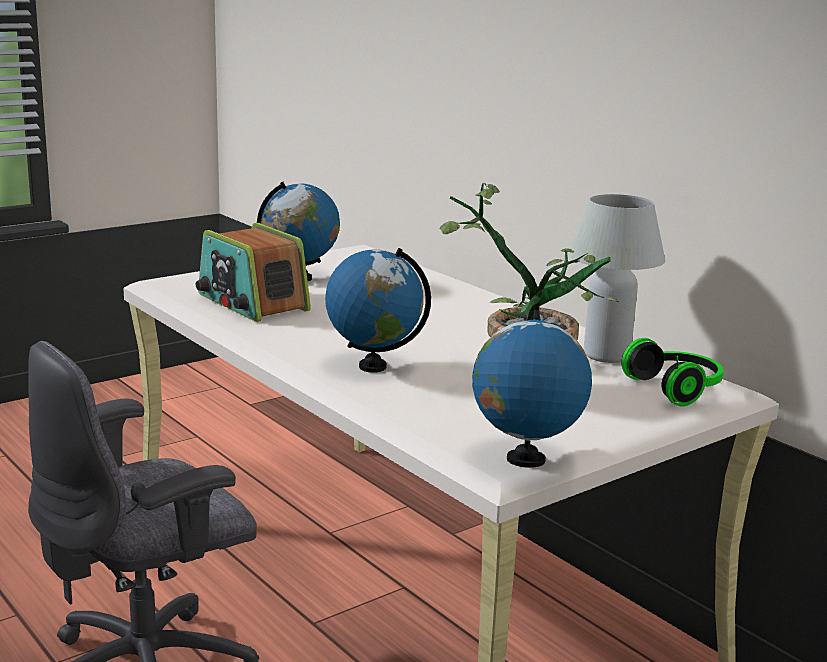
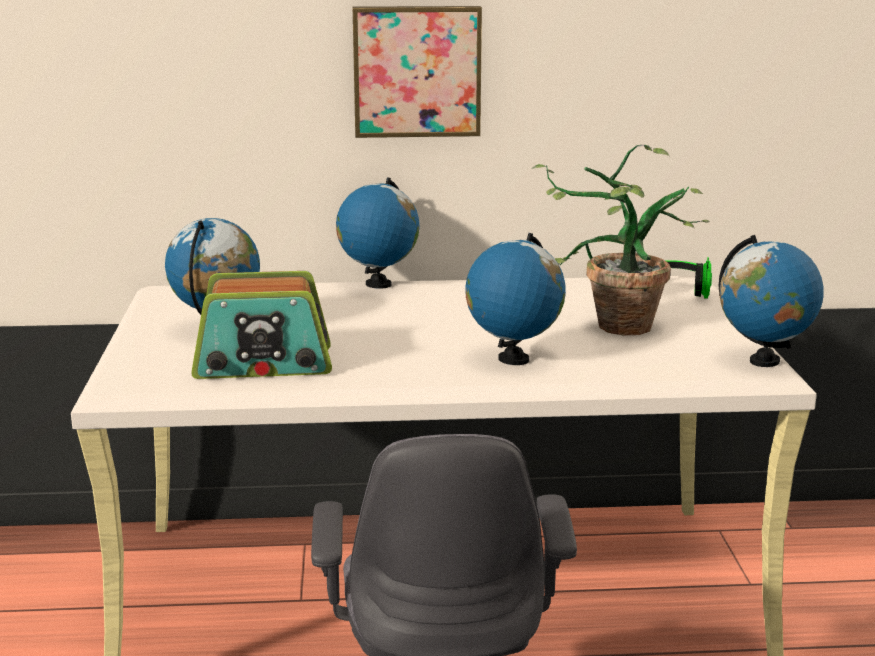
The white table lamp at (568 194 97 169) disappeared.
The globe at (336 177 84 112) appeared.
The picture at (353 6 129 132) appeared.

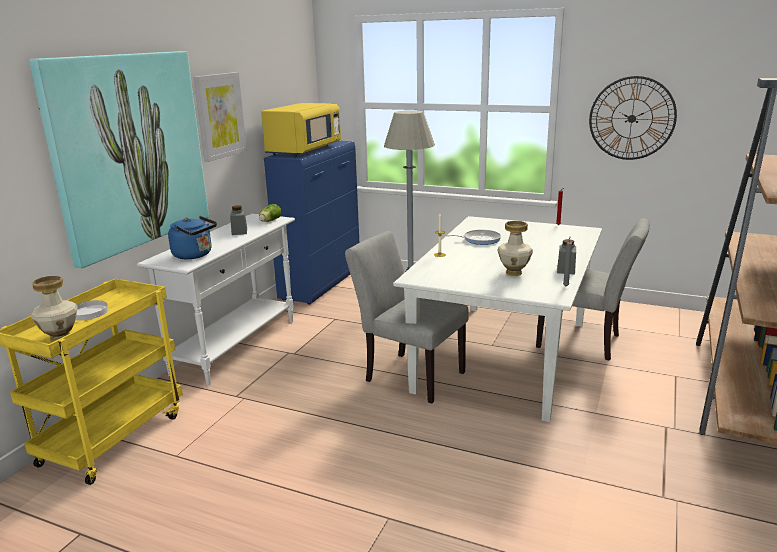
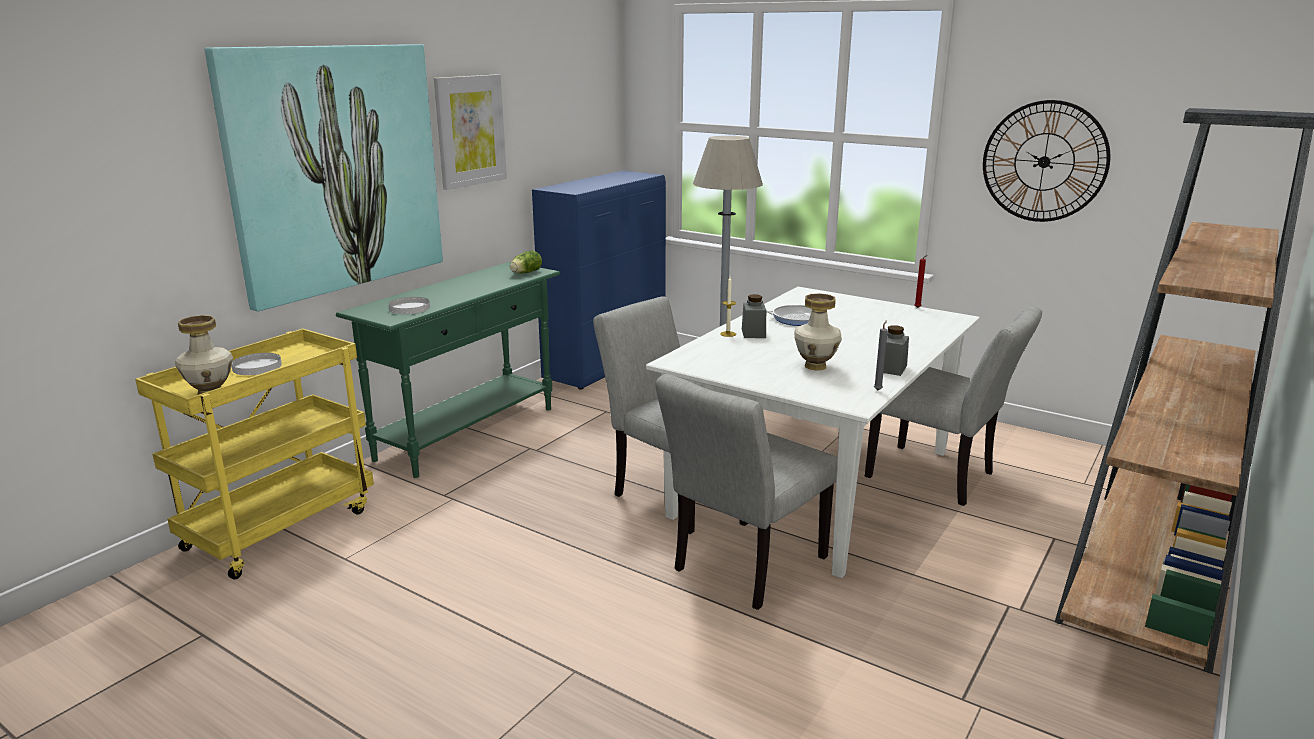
The yellow microwave at (261 103 80 54) disappeared.
The grey chair at (655 374 183 236) appeared.
The grey jar moved from (230 205 17 30) to (742 294 24 44).
The blue kettle at (168 216 49 43) was replaced by the white plate at (388 297 42 17).
The white console table at (137 214 158 172) became the green console table at (336 262 224 216).

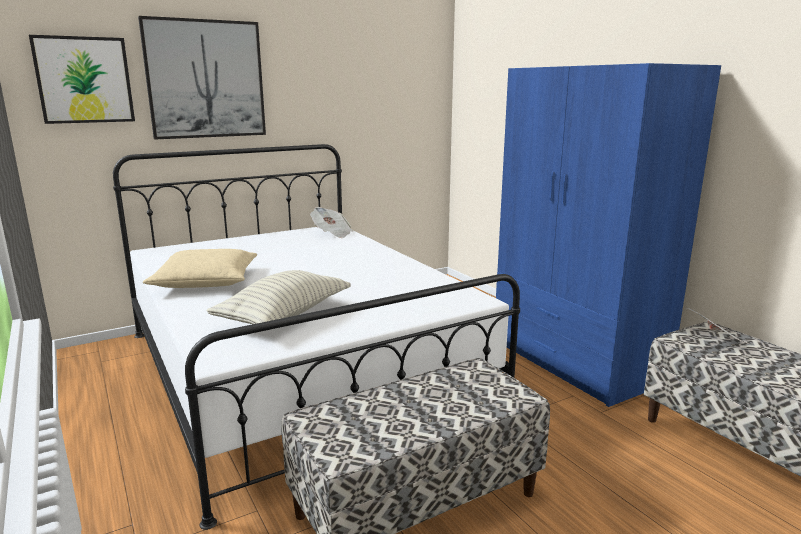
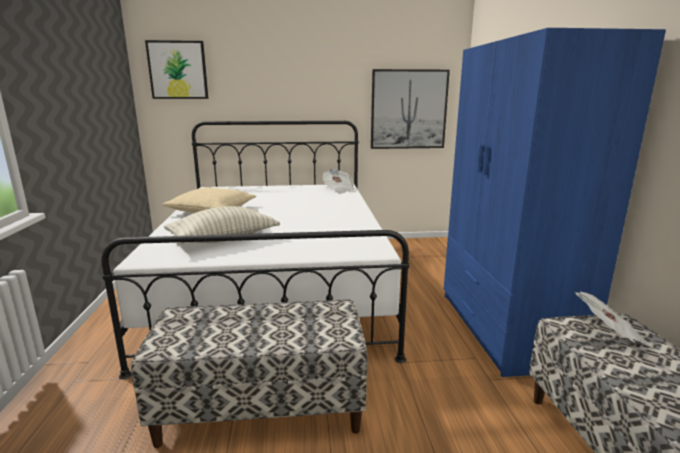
The picture moved from (138 16 128 123) to (371 69 79 80).

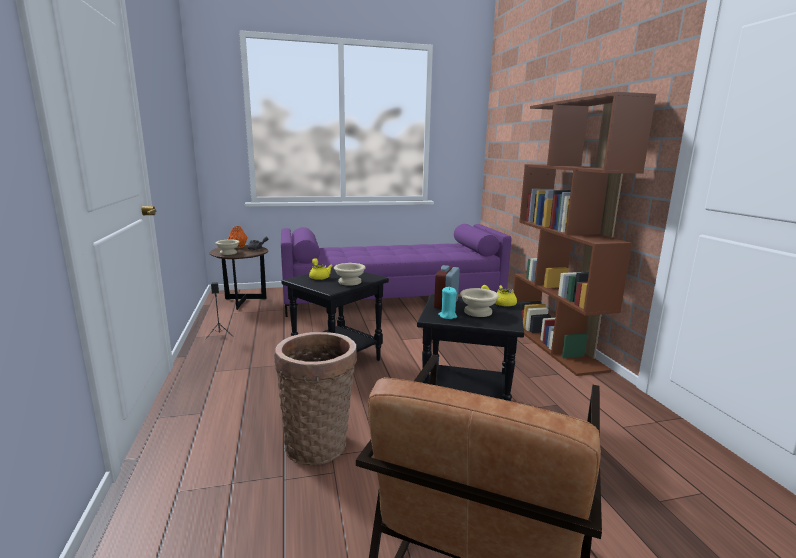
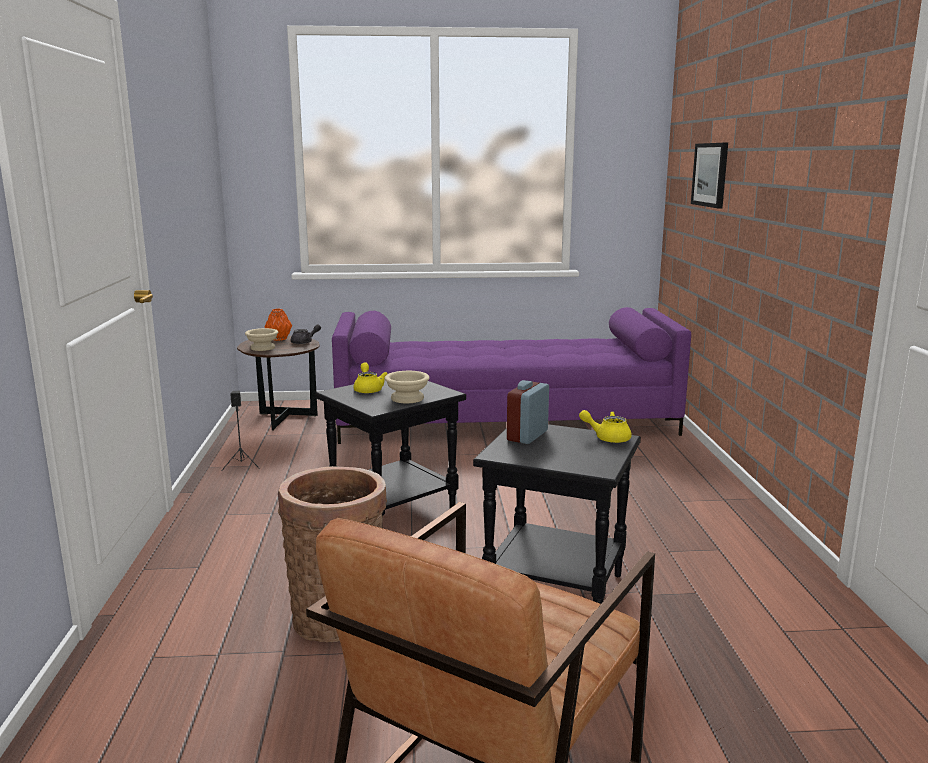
The turquoise candle at (438 287 19 32) disappeared.
The beige bowl at (460 288 39 29) disappeared.
The brown bookcase at (513 92 143 284) disappeared.
The picture at (691 143 37 65) appeared.

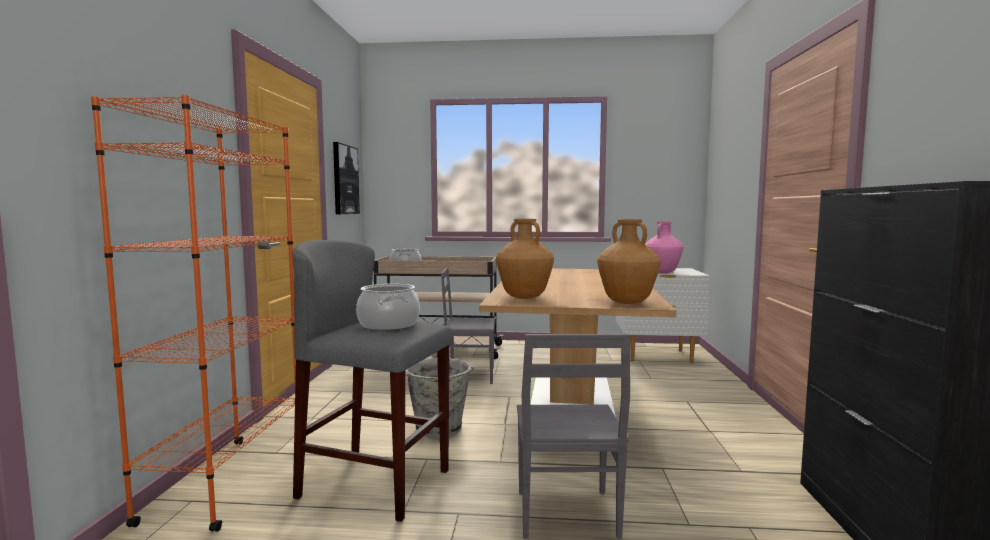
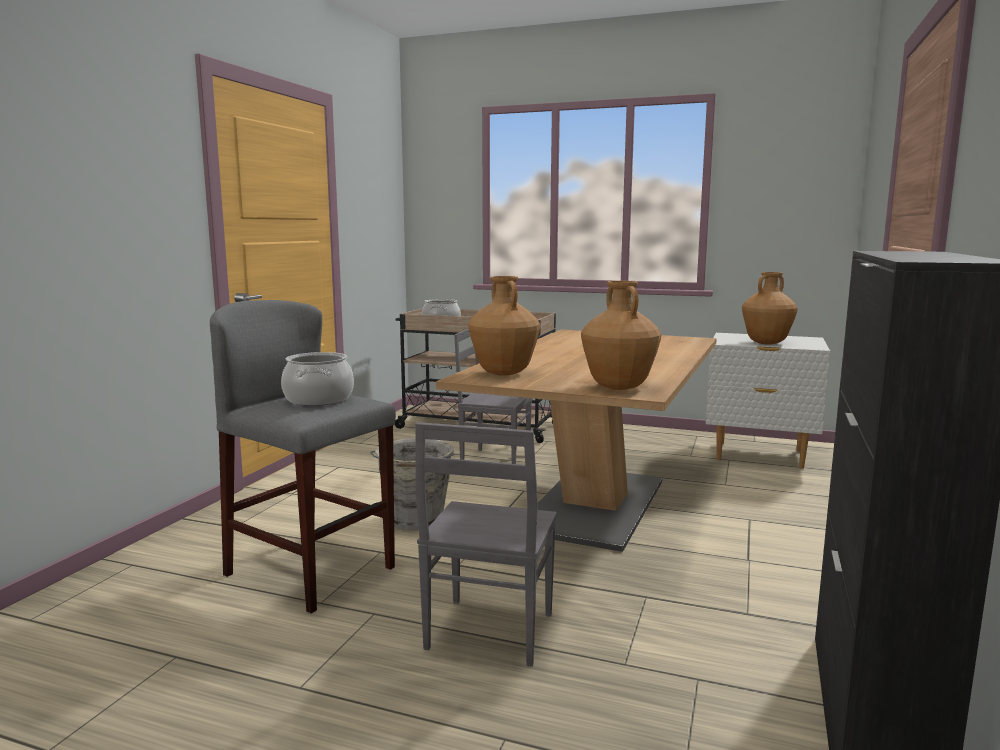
The orange bookcase at (91 95 205 437) disappeared.
The picture at (333 142 27 72) disappeared.
The pink vase at (645 221 39 52) became the brown vase at (742 272 56 73).

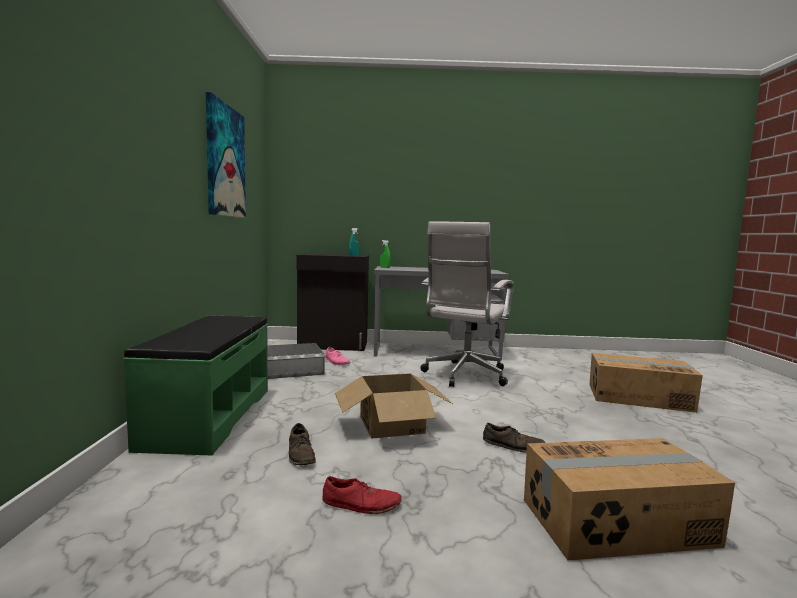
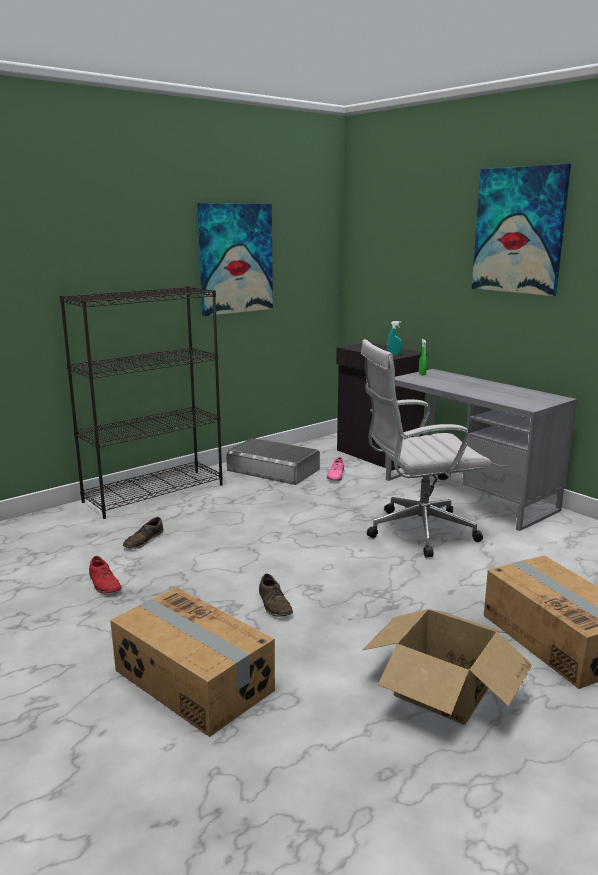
The picture at (472 164 99 132) appeared.
The cardboard box moved from (335 373 117 65) to (362 609 171 116).
The green bench at (123 316 145 139) was replaced by the black bookcase at (60 286 163 233).

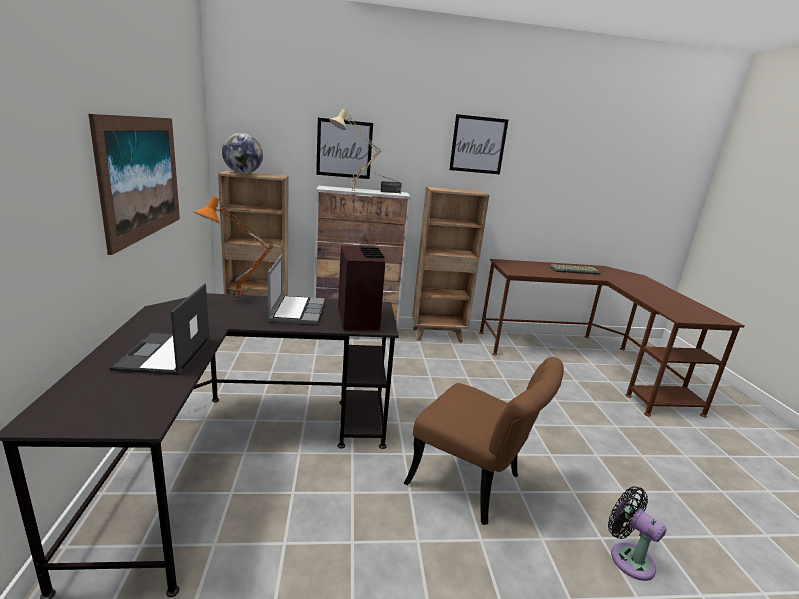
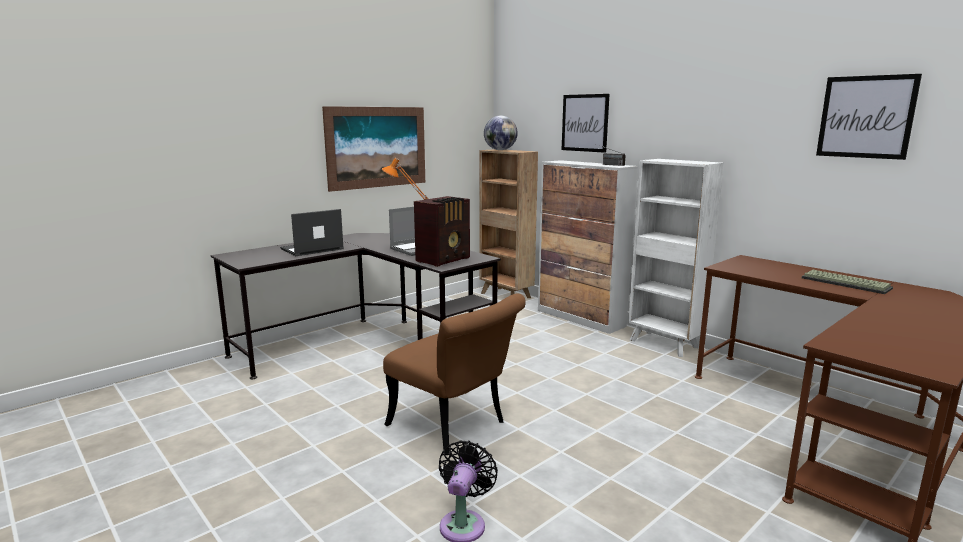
The beige table lamp at (330 109 52 82) disappeared.
The picture moved from (449 114 59 60) to (816 74 106 86).
The brown bookcase at (412 187 77 156) became the white bookcase at (628 159 96 198).
The brown chair at (404 357 160 168) turned 45 degrees counterclockwise.

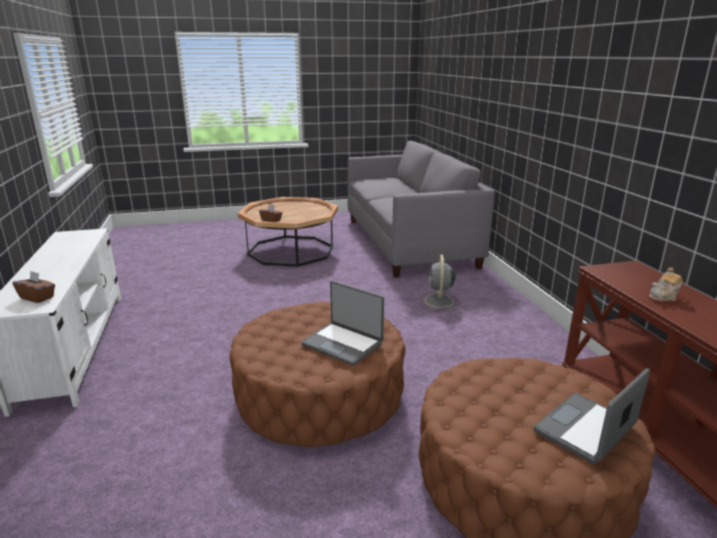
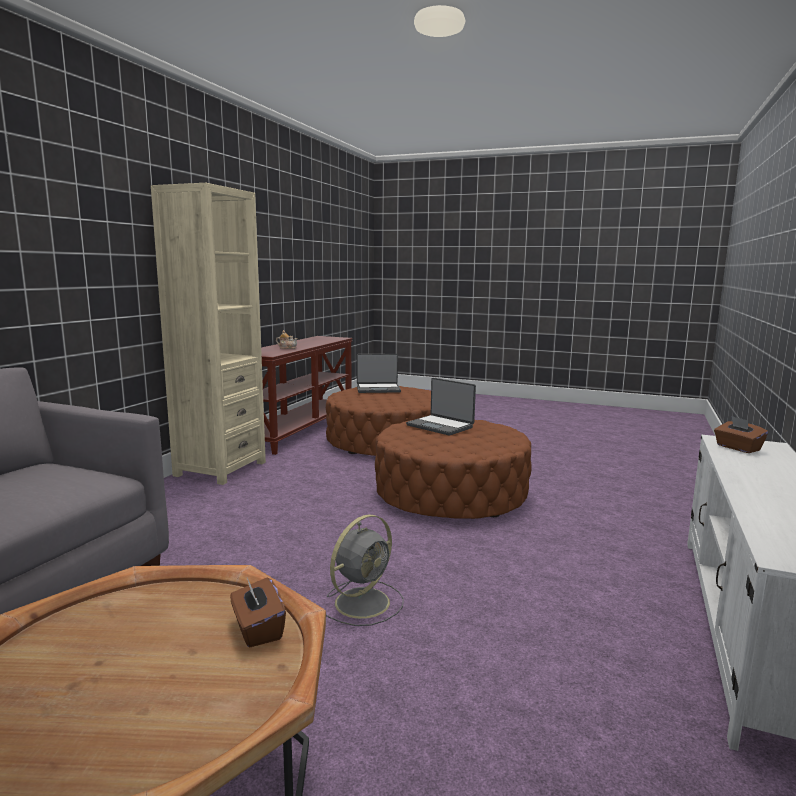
The beige bookcase at (151 183 115 302) appeared.
The grey fan moved from (418 255 43 57) to (326 514 78 112).
The laptop at (301 281 83 85) turned 150 degrees clockwise.

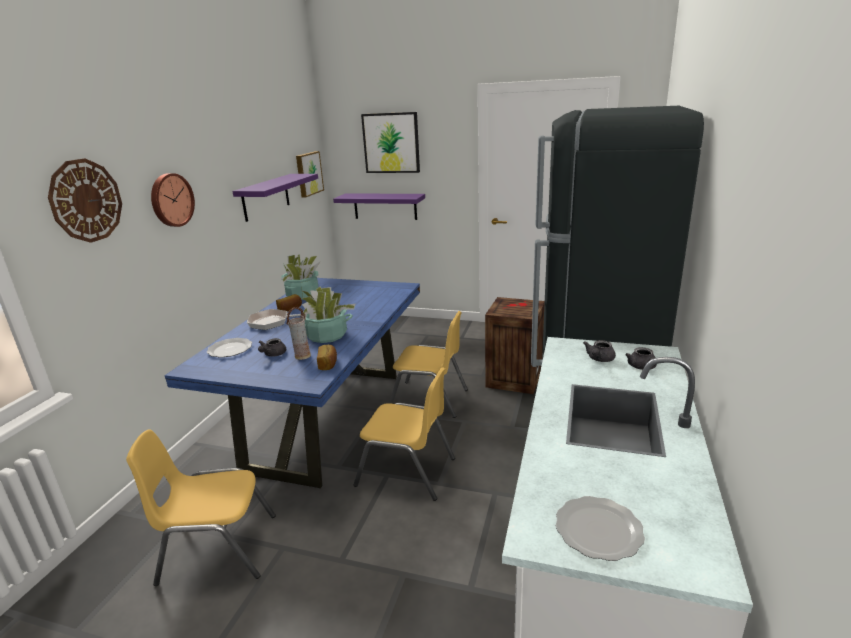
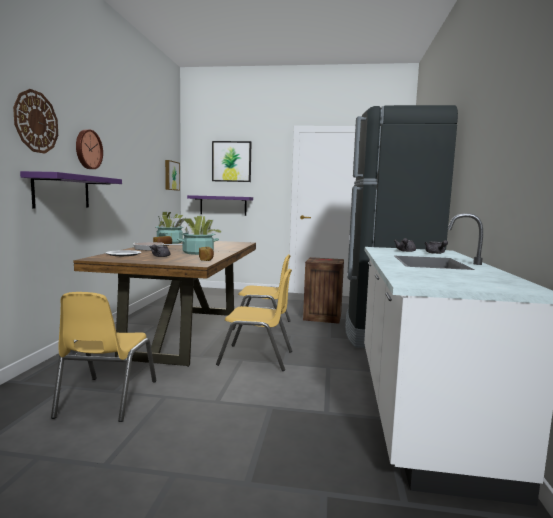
The vase at (287 307 24 53) disappeared.
The plate at (556 496 89 65) disappeared.
The purple shelf moved from (232 174 86 48) to (20 171 102 38).
The blue dining table at (164 278 256 210) became the brown dining table at (73 241 183 126).
The yellow chair at (126 429 150 157) turned 75 degrees counterclockwise.

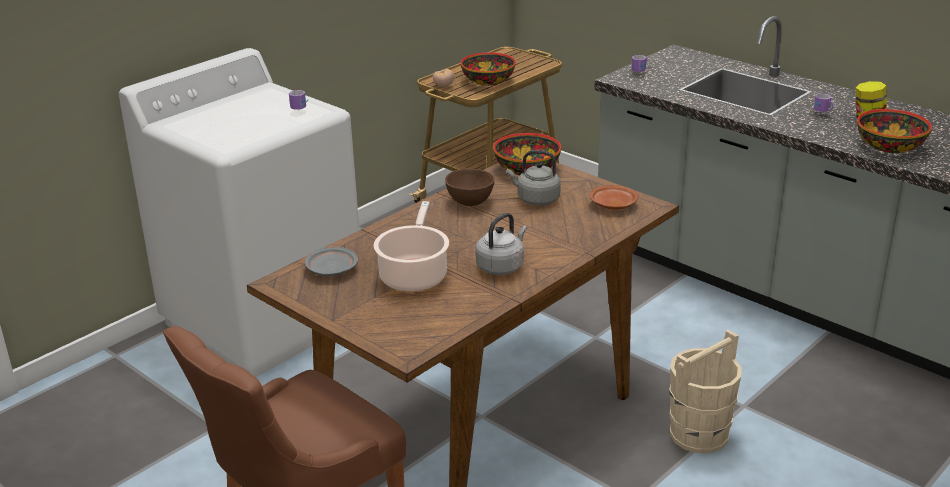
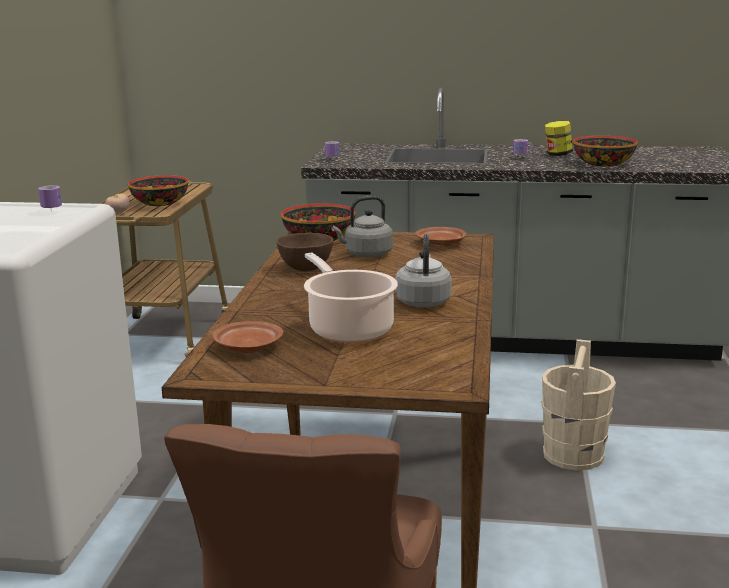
The grey plate at (305 247 53 29) became the brown plate at (212 321 72 32).

